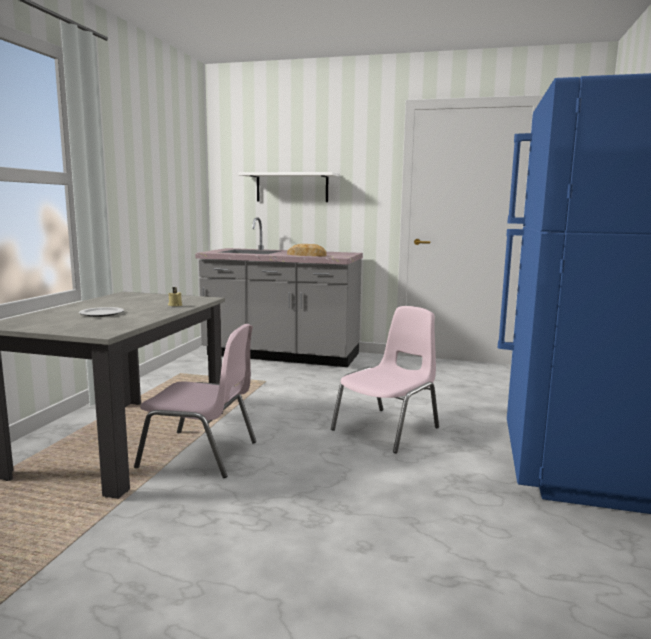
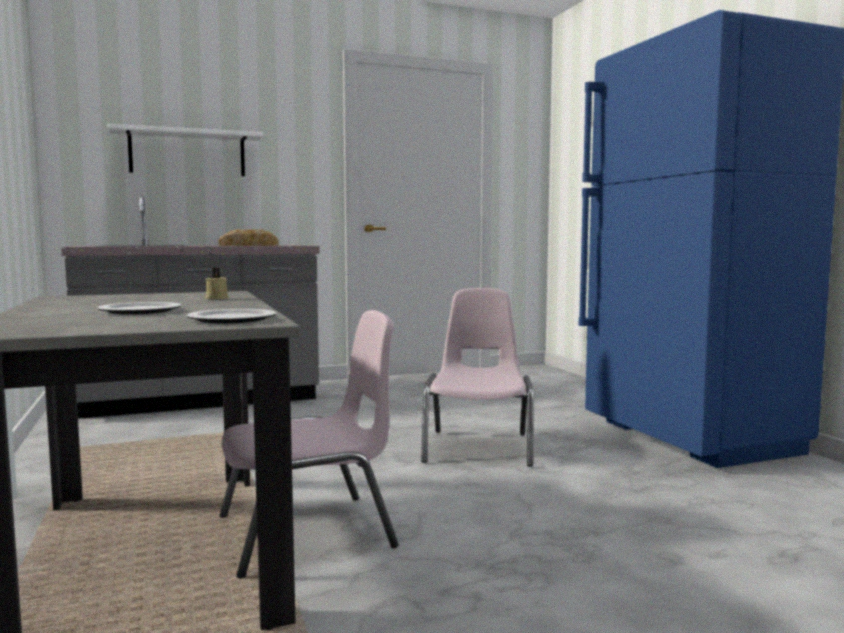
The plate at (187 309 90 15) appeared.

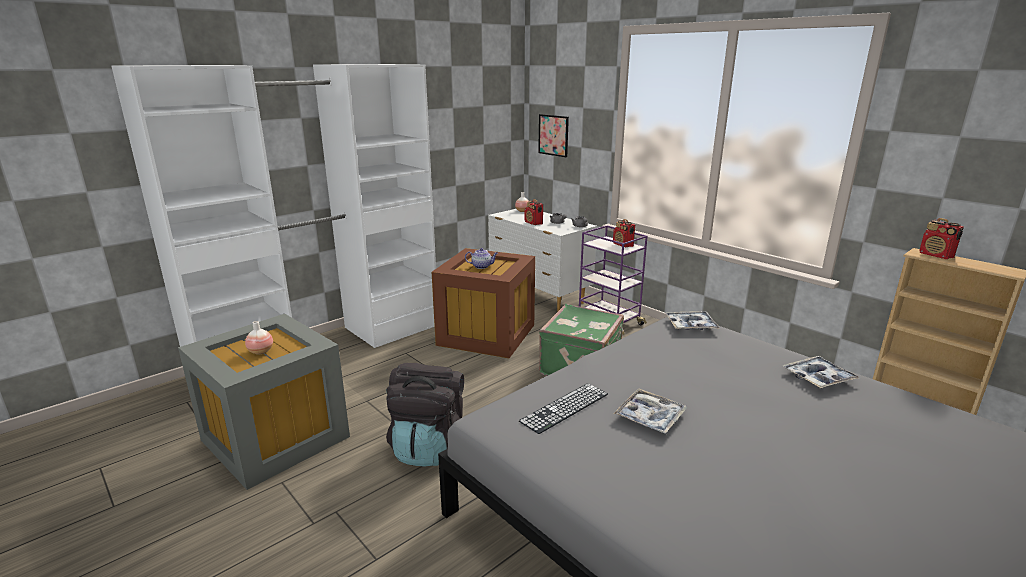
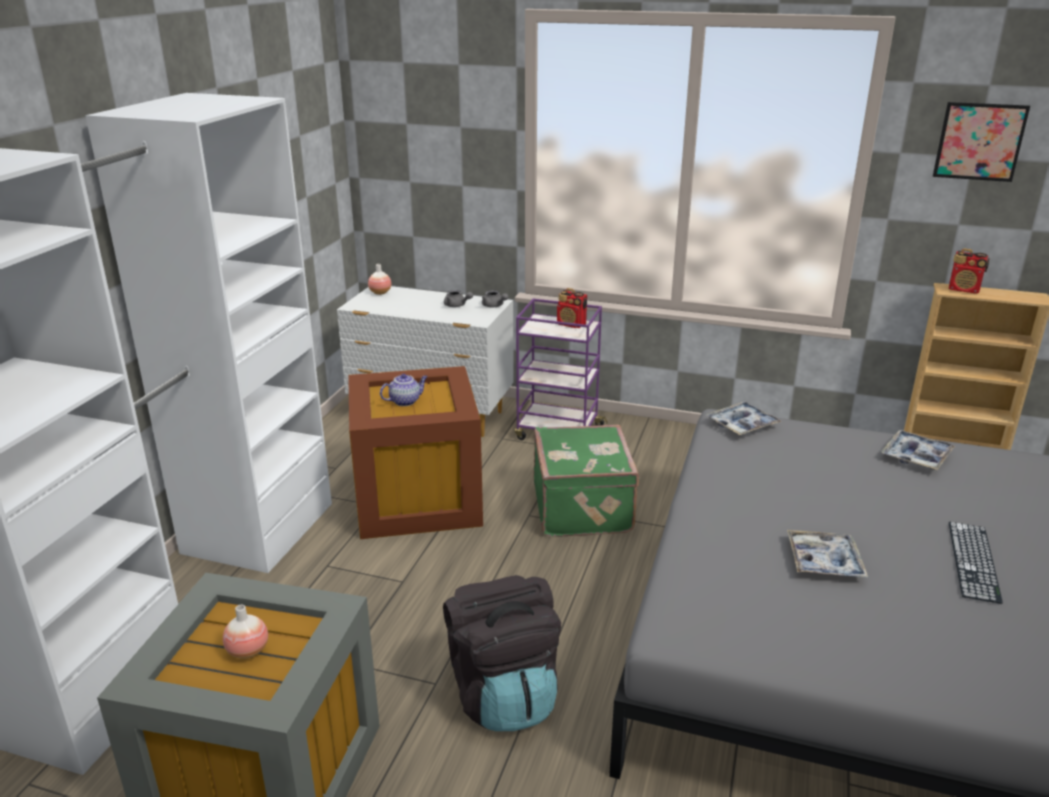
The radio at (525 199 18 26) disappeared.
The keyboard moved from (519 383 89 51) to (949 522 54 82).
The picture moved from (538 114 31 43) to (933 102 97 80).

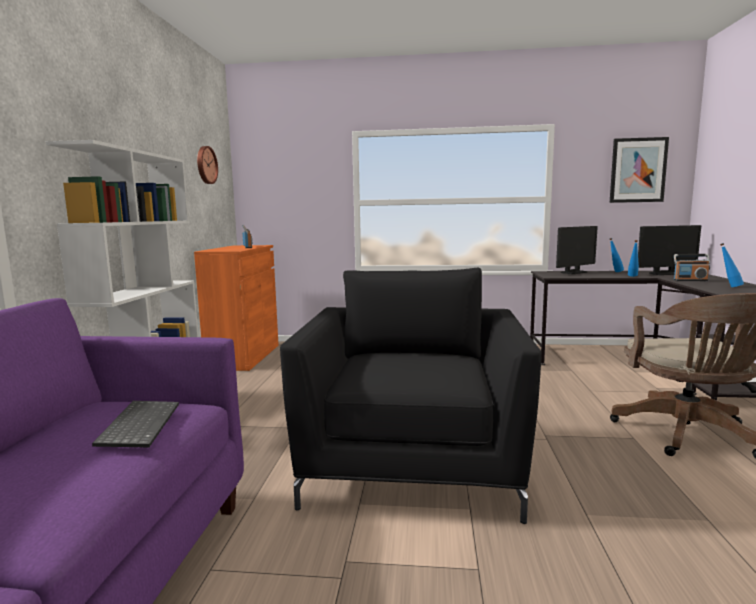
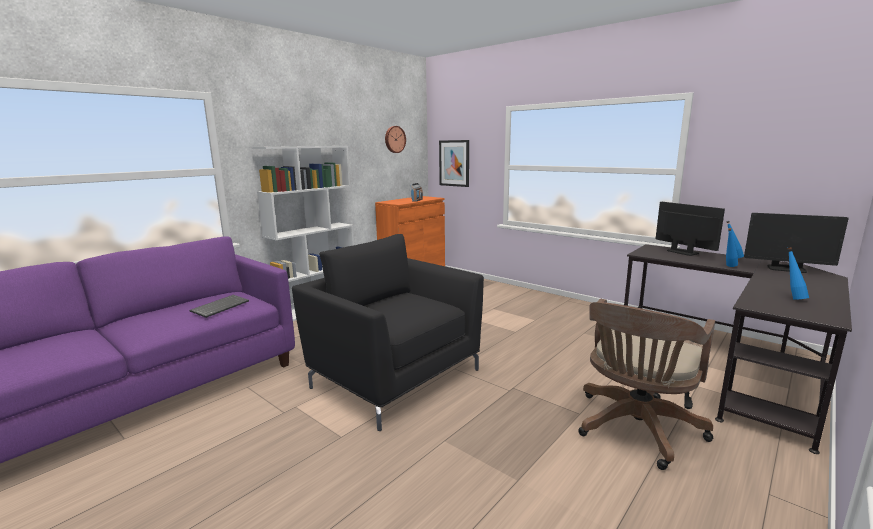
The radio at (674 254 36 27) disappeared.
The picture moved from (610 137 59 66) to (439 140 30 47).
The black armchair at (280 268 262 256) turned 90 degrees counterclockwise.
The monitor at (556 226 42 48) turned 120 degrees counterclockwise.

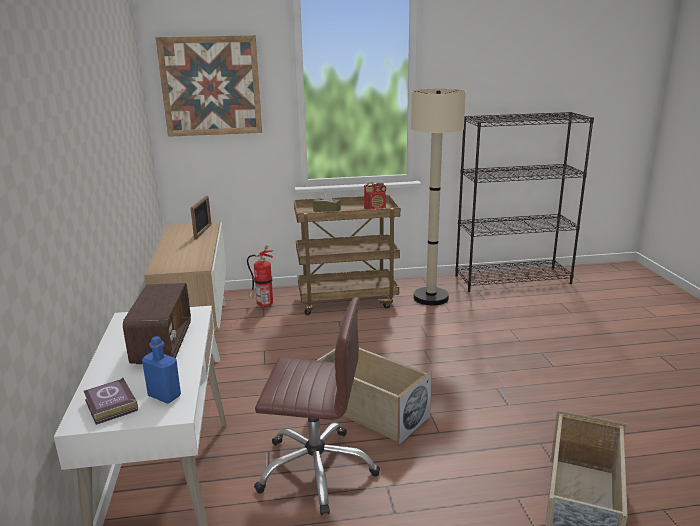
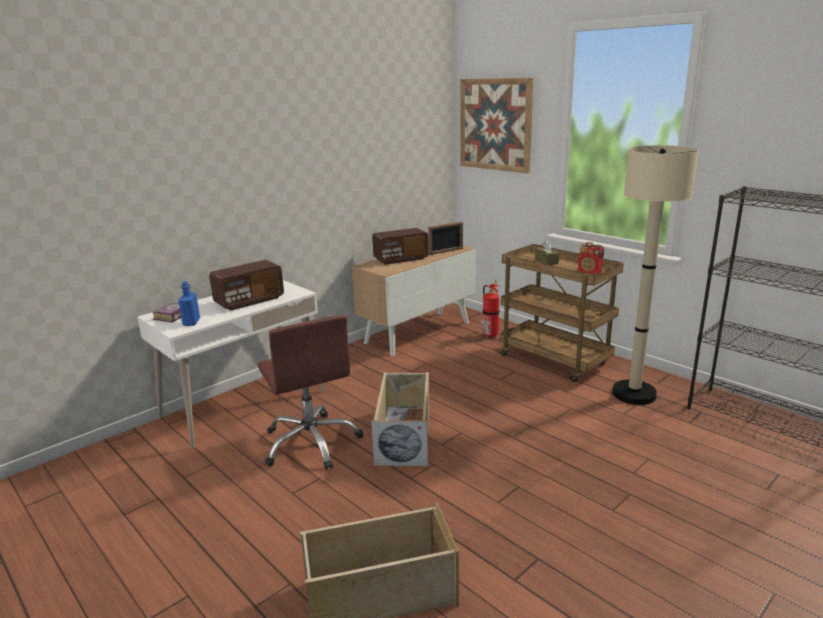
The radio at (372 228 57 37) appeared.

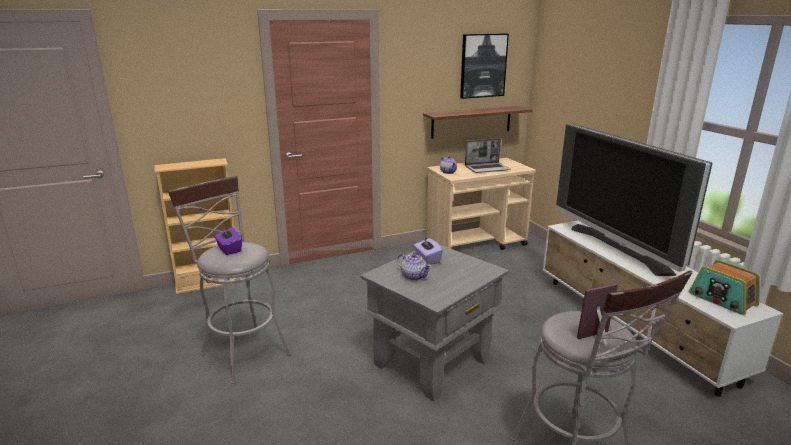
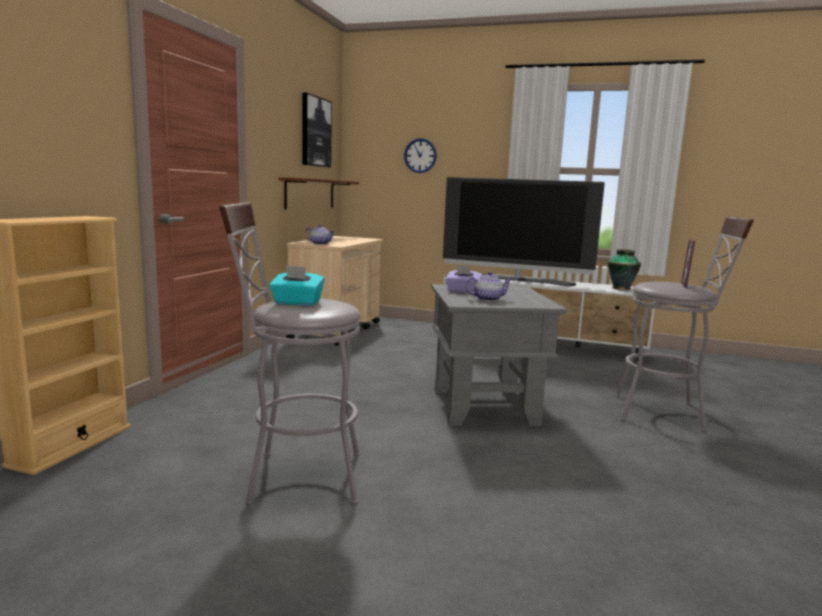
The laptop at (465 138 45 35) disappeared.
The wall clock at (404 138 33 35) appeared.
The radio at (689 260 71 55) was replaced by the vase at (608 249 33 41).
The purple tissue box at (214 228 28 27) became the turquoise tissue box at (269 265 56 41).

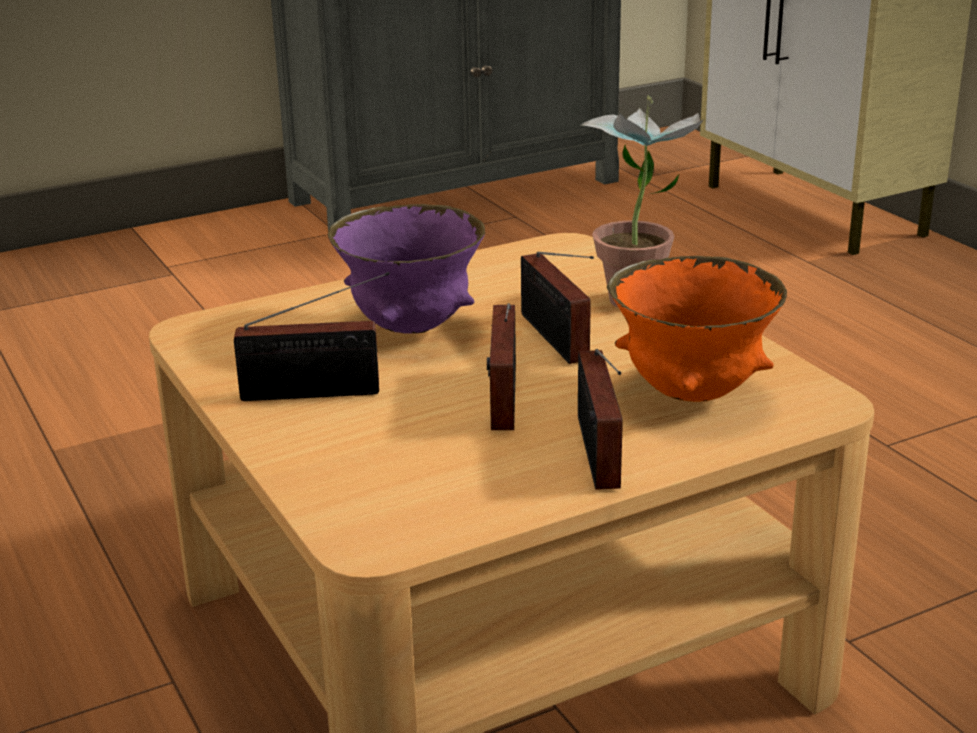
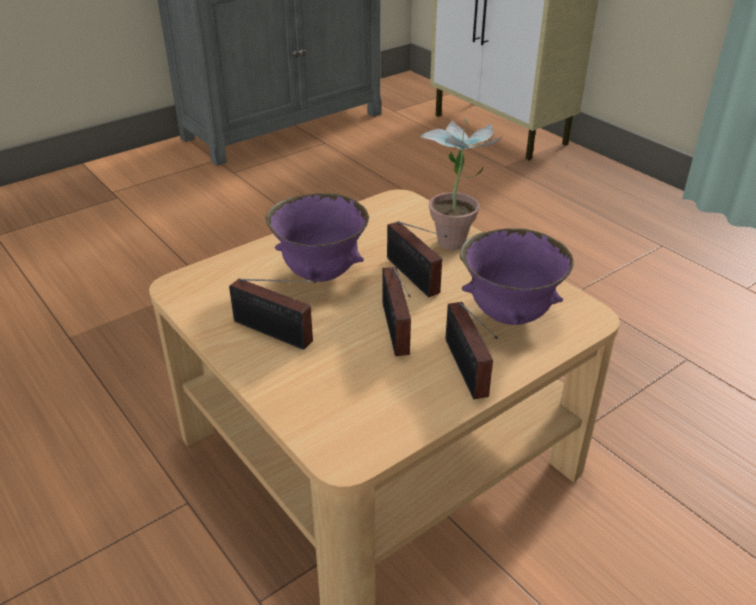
The orange bowl at (607 256 180 146) became the purple bowl at (460 228 114 97).
The radio at (234 272 156 129) turned 45 degrees clockwise.

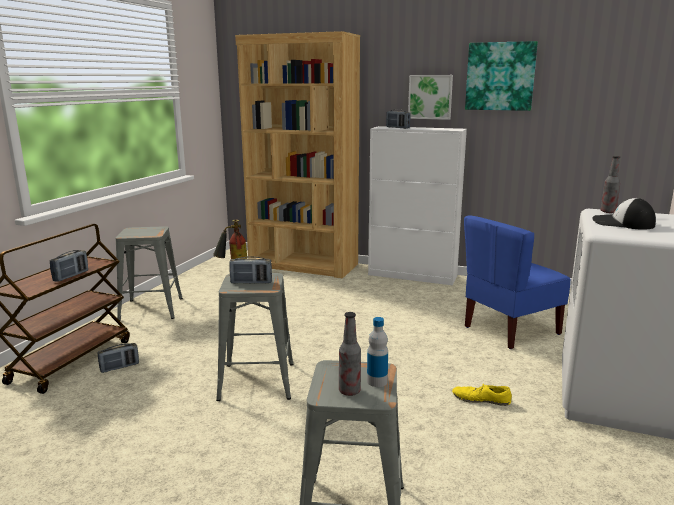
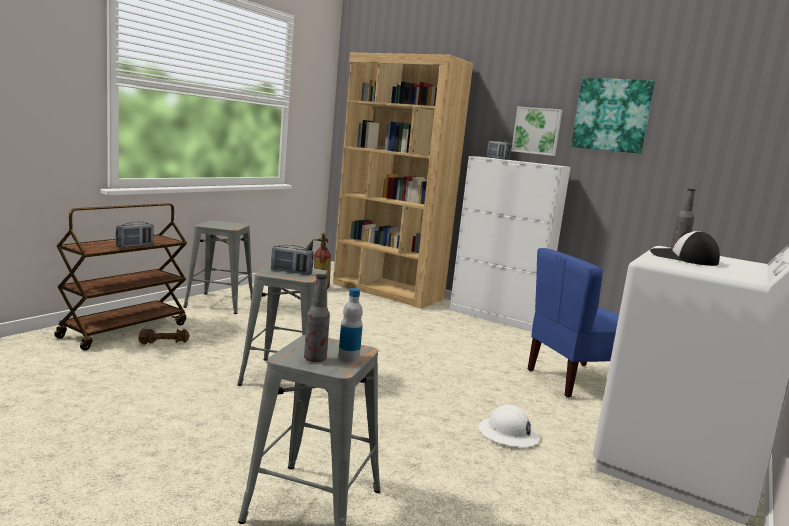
The radio at (98 343 41 30) was replaced by the brown dumbbell at (138 329 51 15).
The yellow shoe at (452 383 60 23) was replaced by the white hard hat at (479 405 61 42).

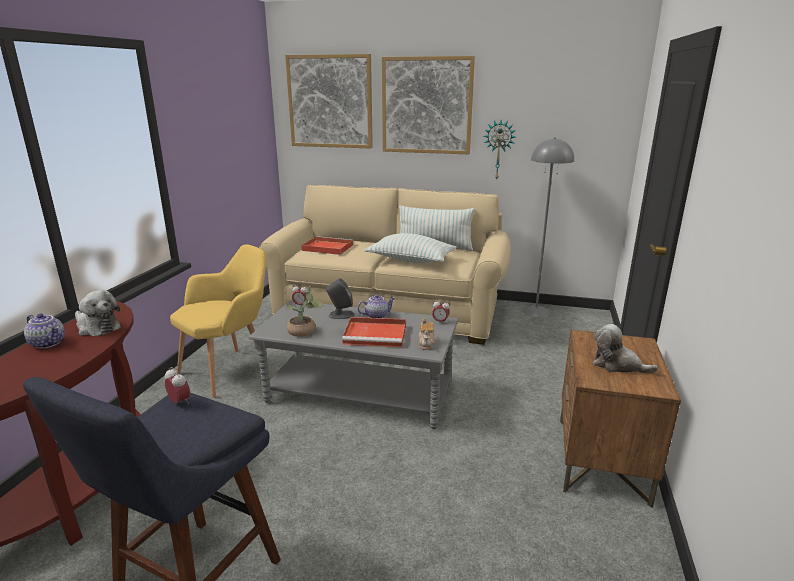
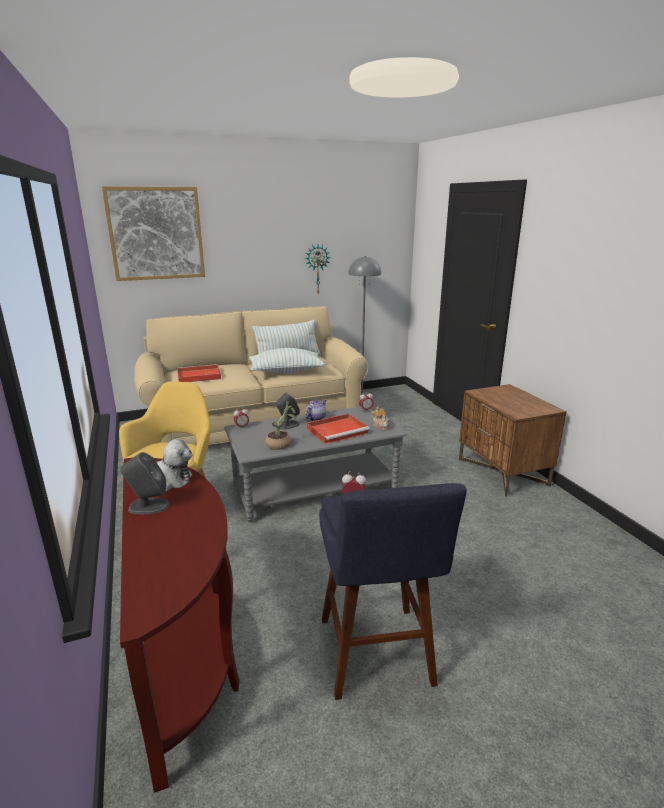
The picture at (382 56 93 98) disappeared.
The plush toy at (593 324 65 50) disappeared.
The teapot at (24 313 41 36) was replaced by the grey speaker at (120 452 49 62).

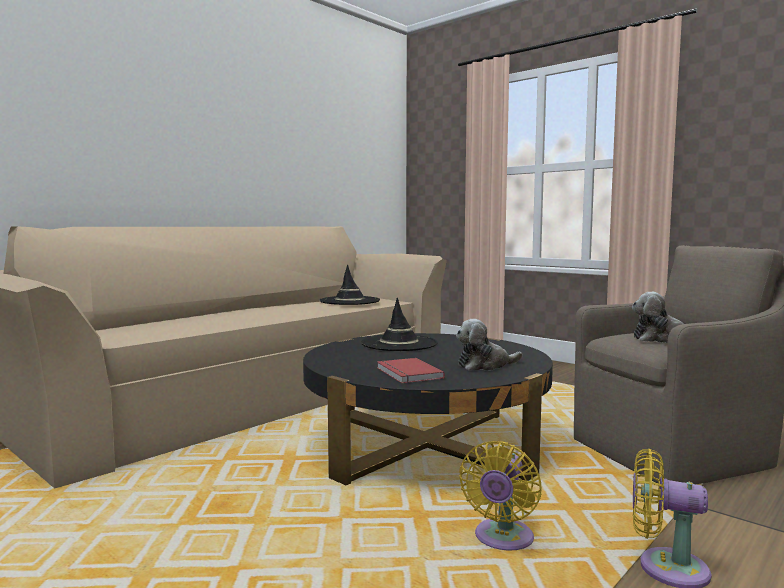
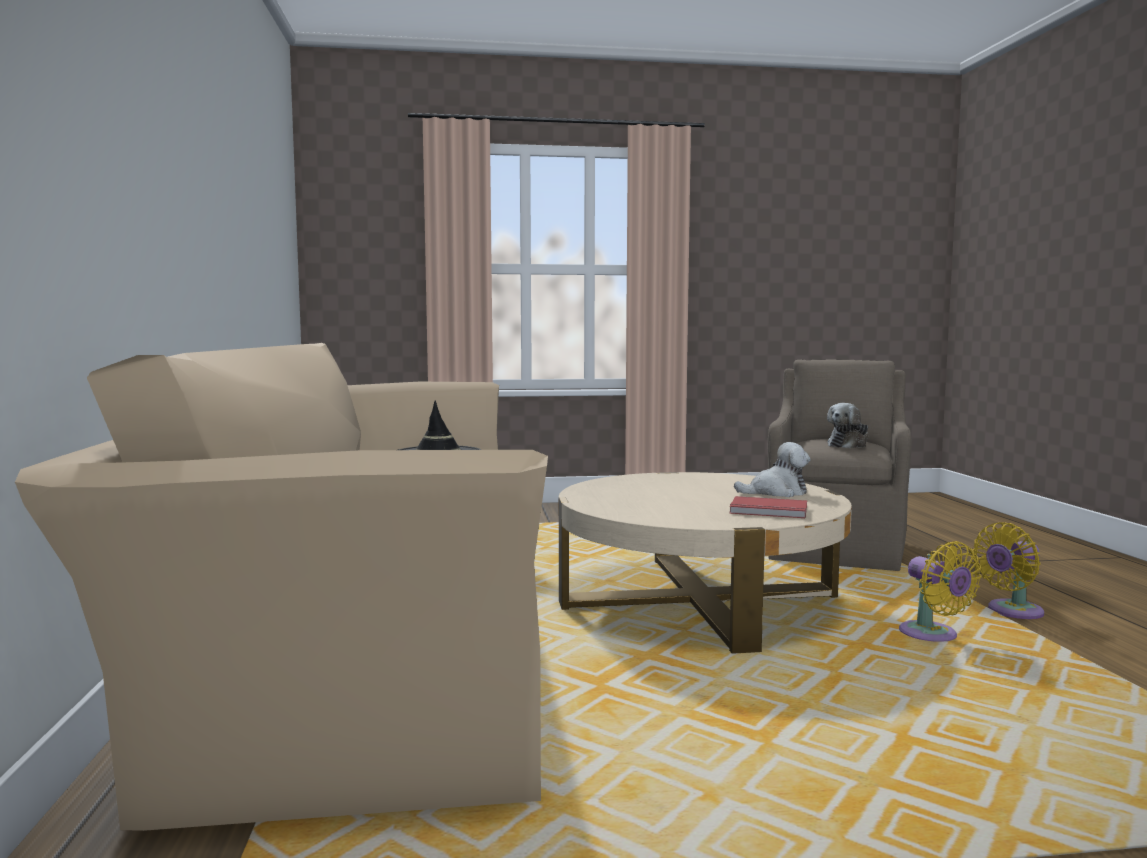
The black hat at (361 298 77 53) disappeared.
The black coffee table at (303 333 250 152) became the beige coffee table at (559 472 293 182).
The plush toy at (456 319 67 52) turned 120 degrees counterclockwise.

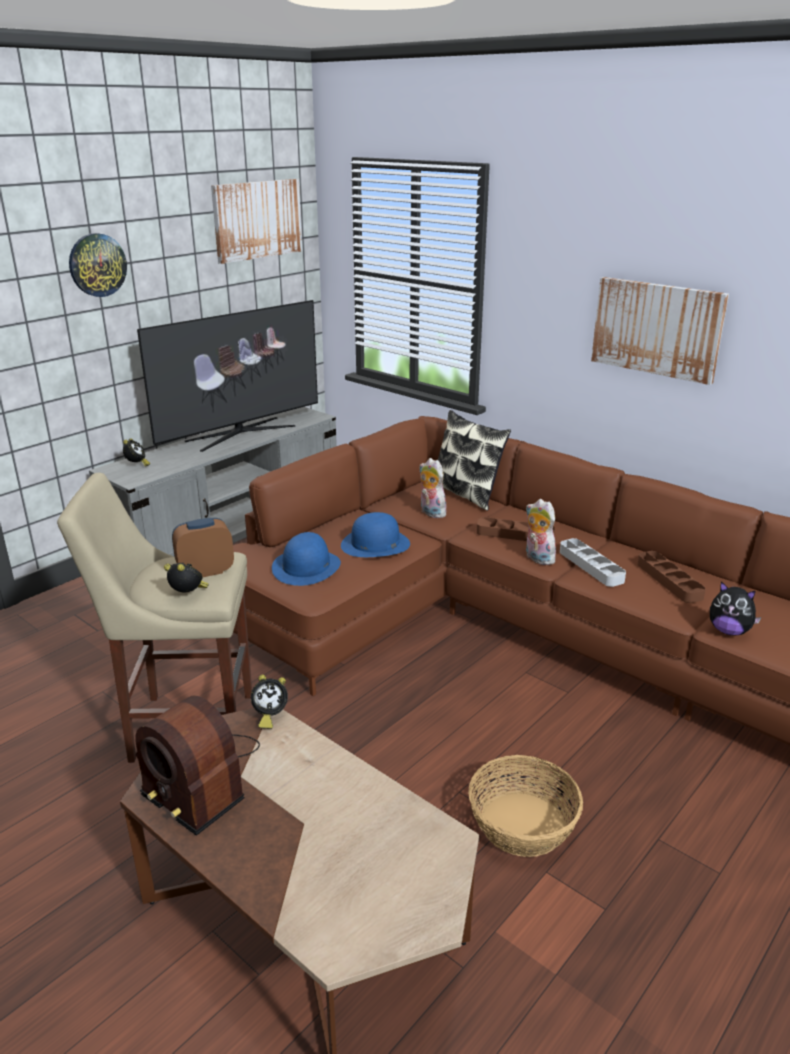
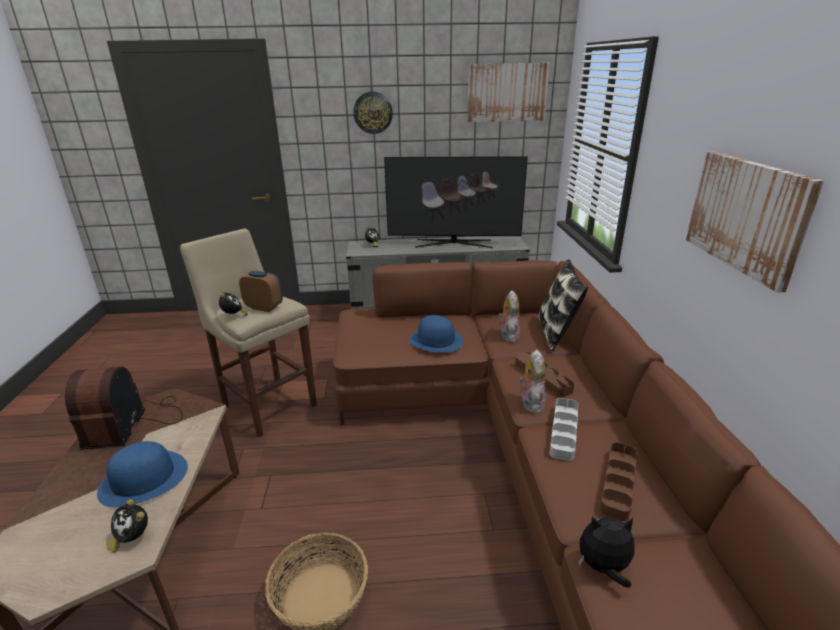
The alarm clock moved from (251 674 37 55) to (106 499 42 53).
The blue hat moved from (272 532 69 54) to (97 441 91 66).
The plush toy at (710 581 52 55) turned 105 degrees clockwise.

